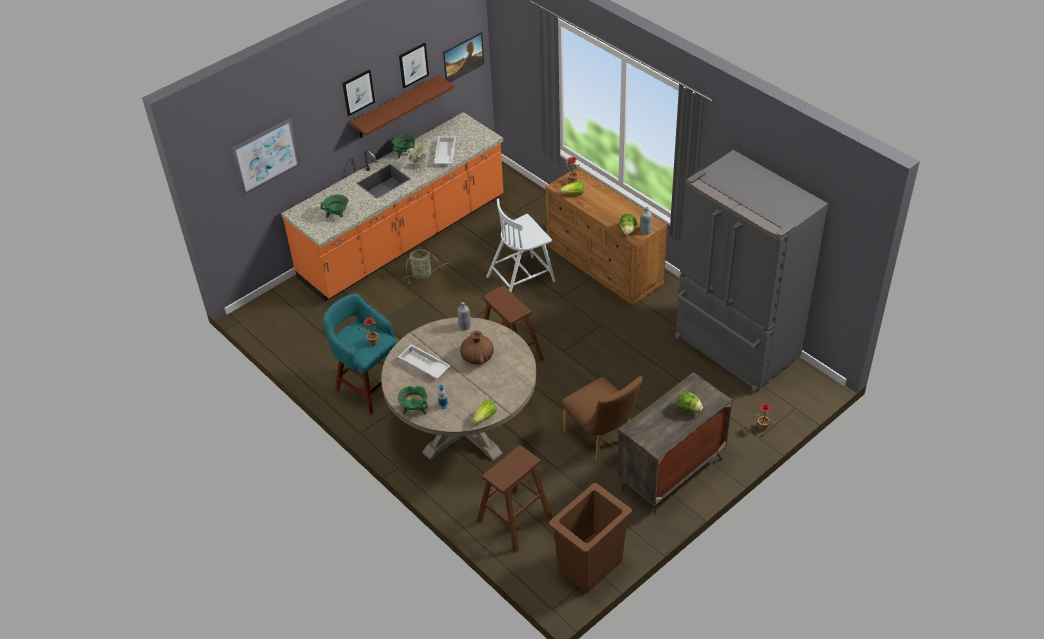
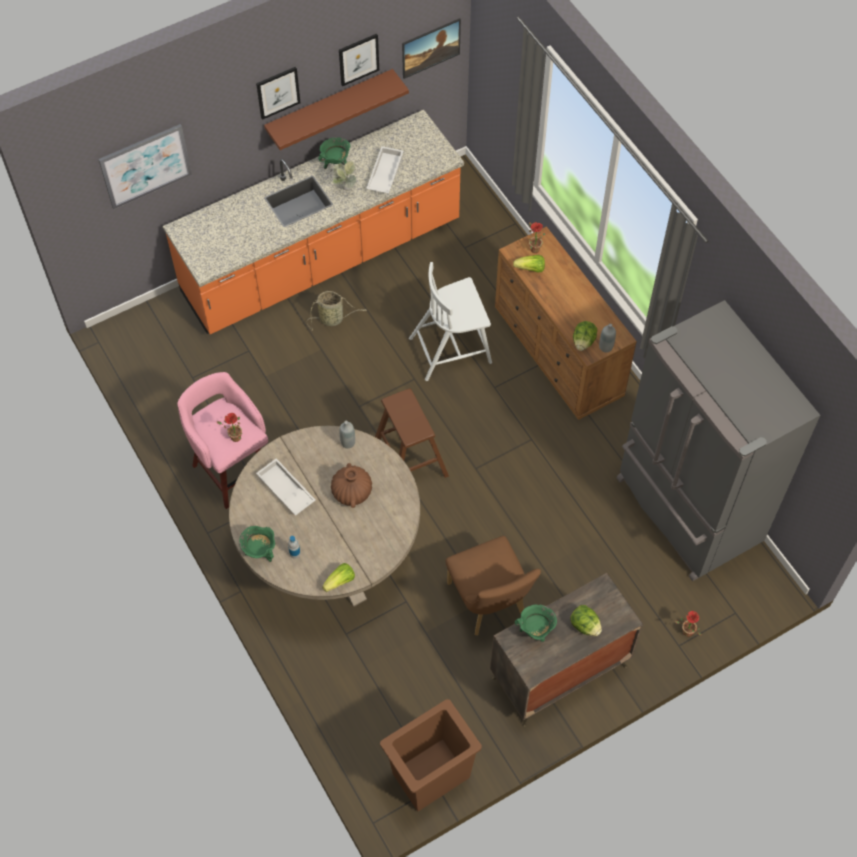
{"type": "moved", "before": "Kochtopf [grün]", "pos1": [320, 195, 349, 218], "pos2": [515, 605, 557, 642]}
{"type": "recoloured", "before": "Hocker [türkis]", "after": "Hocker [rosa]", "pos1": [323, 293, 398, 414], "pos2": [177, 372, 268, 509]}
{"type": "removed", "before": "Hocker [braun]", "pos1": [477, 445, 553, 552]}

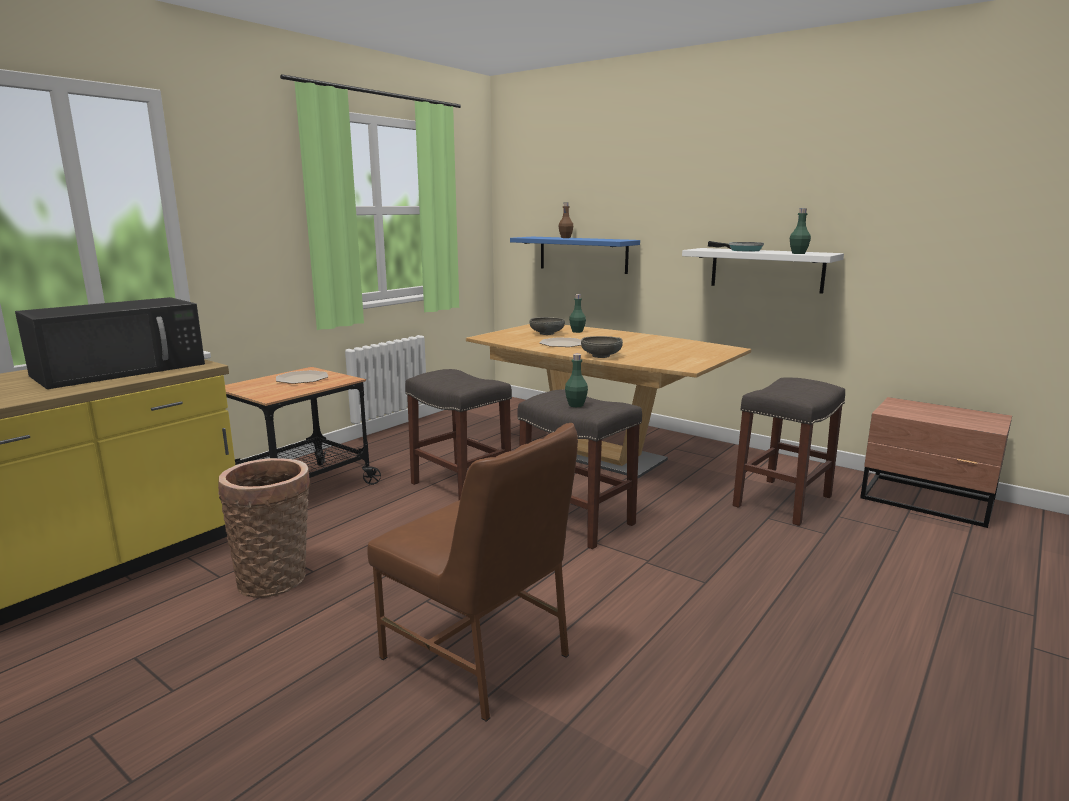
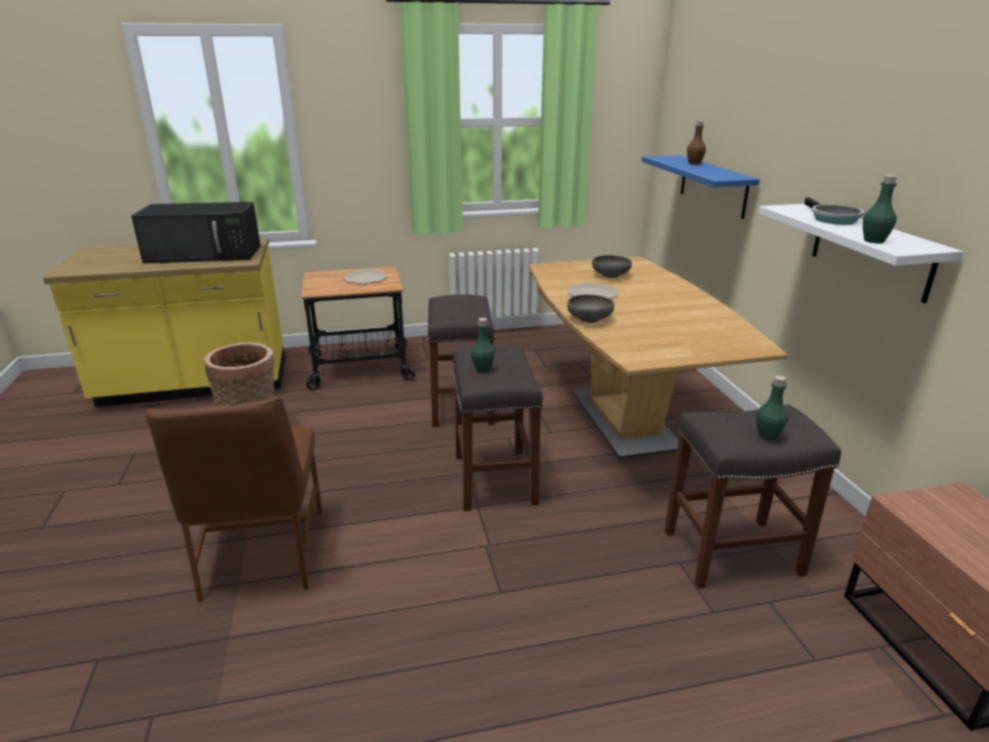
{"type": "moved", "before": "Flasche [grün]", "pos1": [569, 294, 586, 333], "pos2": [756, 376, 788, 441]}

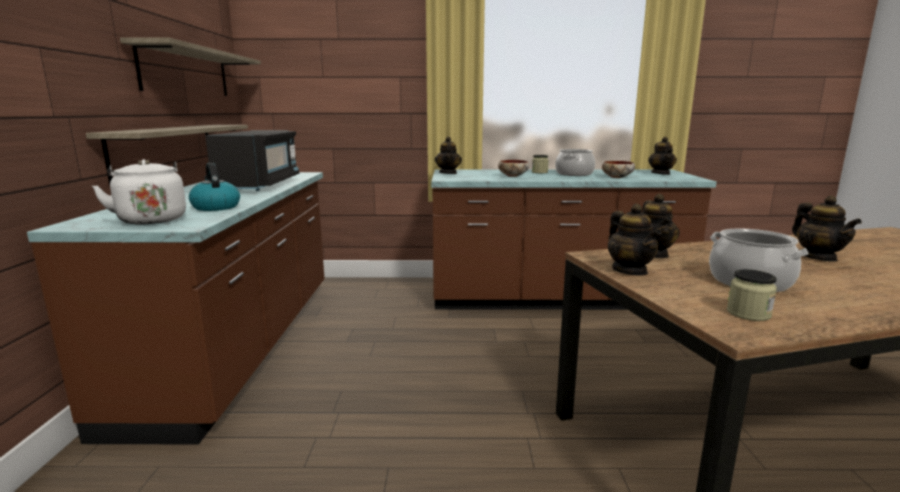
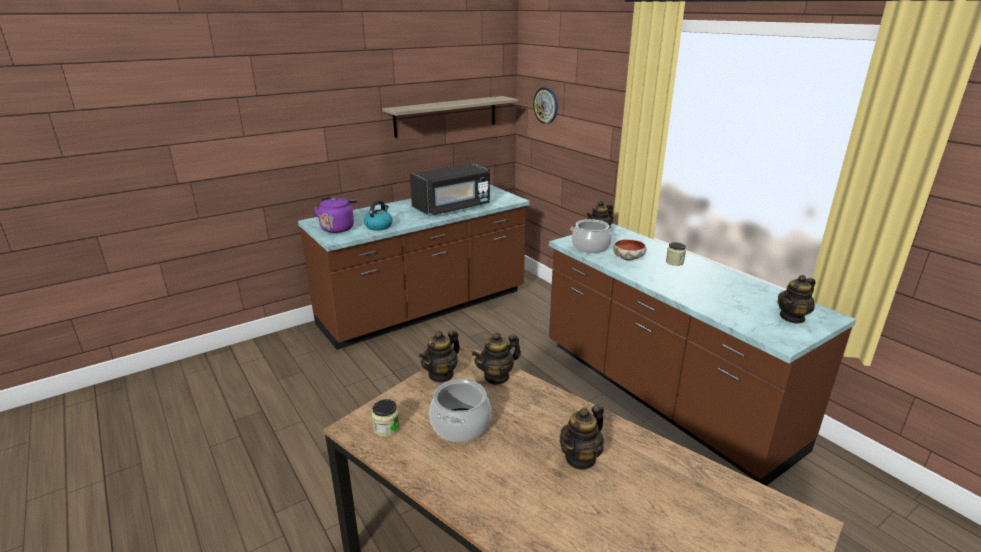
{"type": "removed", "before": "Wandregal", "pos1": [86, 125, 248, 185]}
{"type": "moved", "before": "Kochtopf", "pos1": [555, 149, 595, 176], "pos2": [570, 219, 614, 253]}
{"type": "recoloured", "before": "Wasserkessel [weiß]", "after": "Wasserkessel [lila]", "pos1": [92, 159, 186, 224], "pos2": [314, 197, 358, 233]}
{"type": "removed", "before": "Schüssel", "pos1": [602, 161, 635, 178]}
{"type": "added", "after": "Wanduhr", "pos2": [533, 87, 558, 124]}

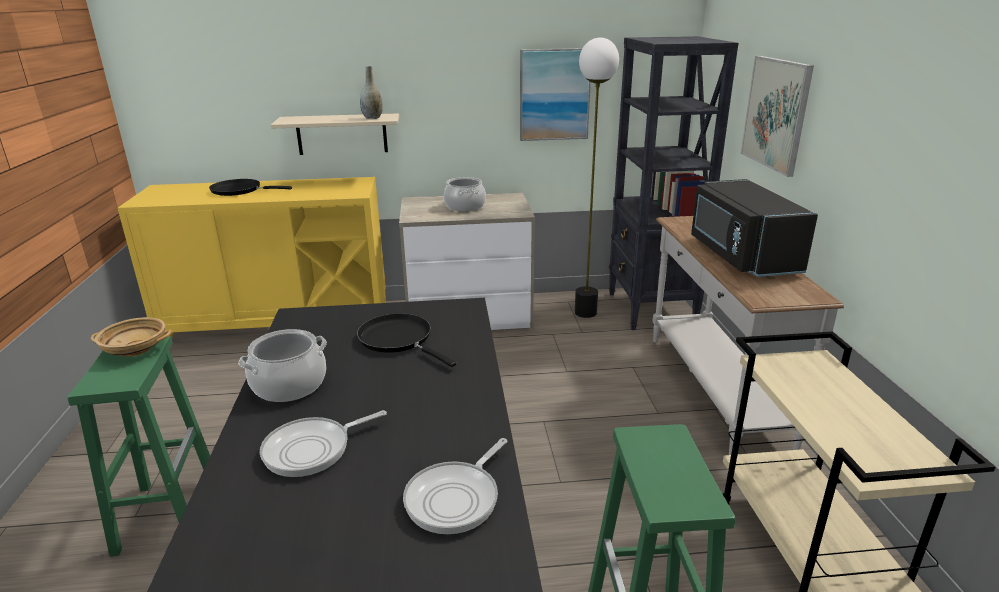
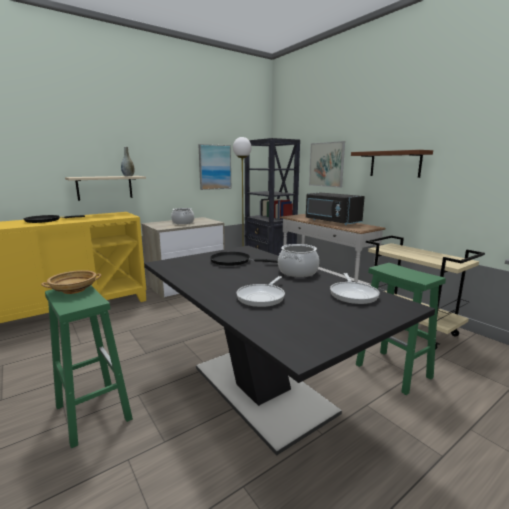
{"type": "moved", "before": "Kochtopf", "pos1": [238, 329, 327, 402], "pos2": [278, 244, 319, 277]}
{"type": "added", "after": "Wandregal [braun]", "pos2": [351, 150, 433, 178]}

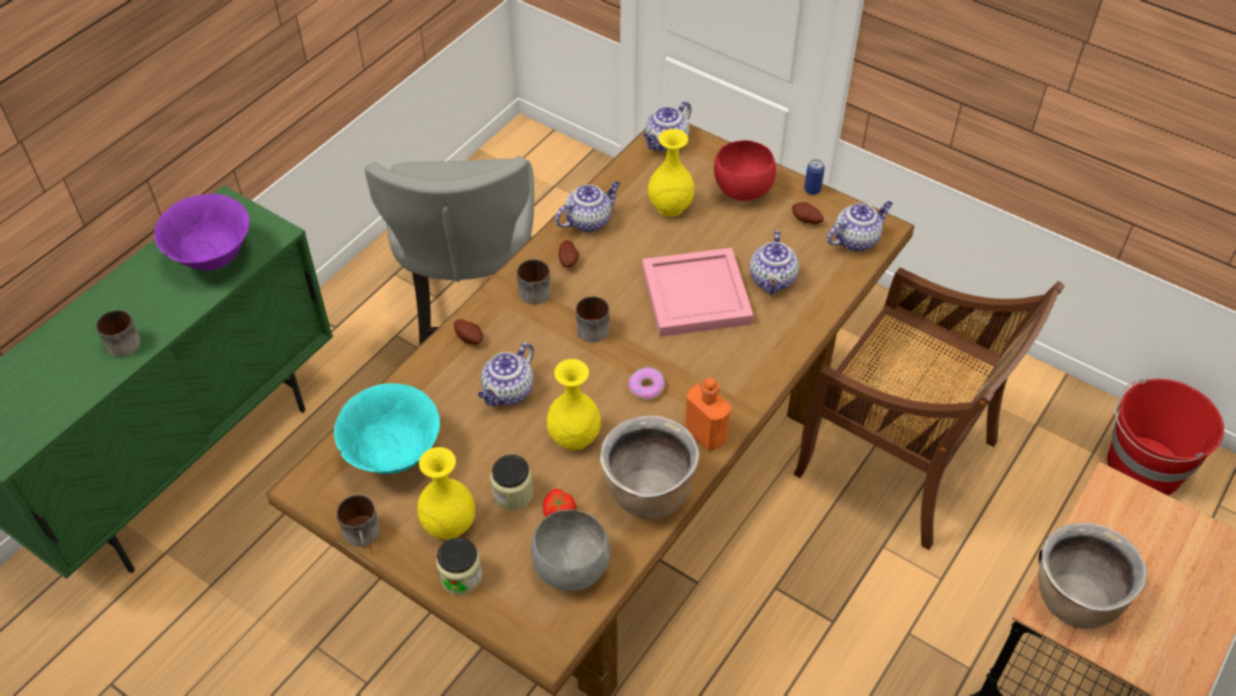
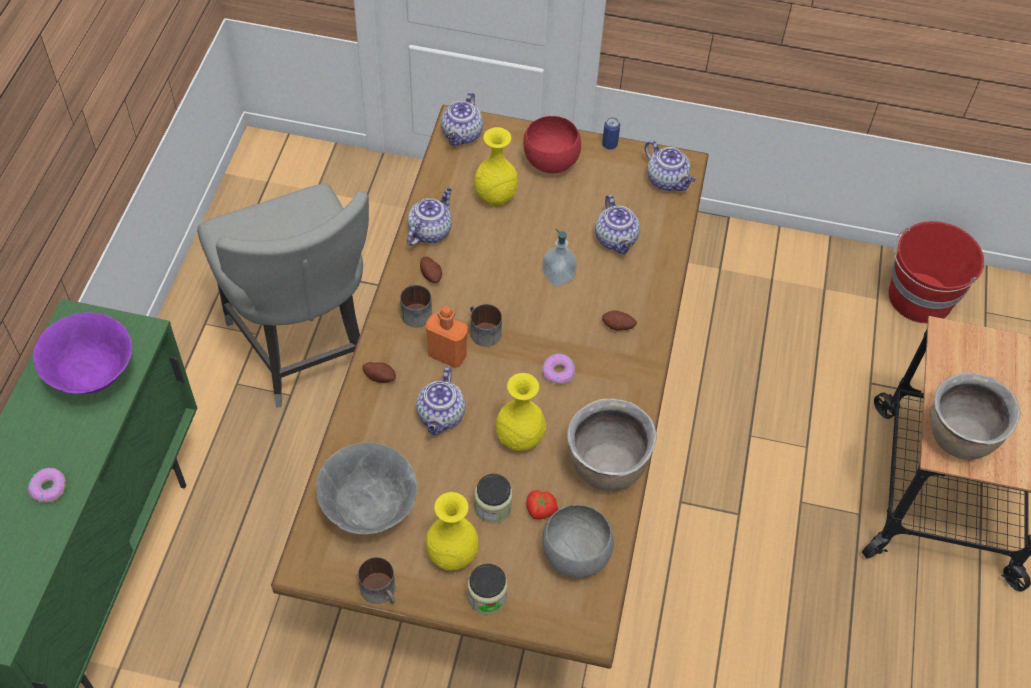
{"type": "turned", "before": "Teekanne", "pos1": [827, 201, 893, 252], "pos2": [645, 140, 696, 191], "turn": 105}
{"type": "moved", "before": "Kartoffel", "pos1": [792, 202, 824, 224], "pos2": [602, 310, 637, 331]}
{"type": "replaced", "before": "Tablett [rosa]", "after": "Seifenspender", "pos1": [642, 248, 754, 337], "pos2": [542, 229, 577, 287]}
{"type": "removed", "before": "Stuhl [braun]", "pos1": [794, 268, 1065, 550]}
{"type": "replaced", "before": "Henkelbecher", "after": "Donut", "pos1": [96, 310, 141, 357], "pos2": [28, 468, 66, 503]}
{"type": "moved", "before": "Flasche [orange]", "pos1": [685, 377, 731, 451], "pos2": [426, 306, 468, 368]}
{"type": "recoloured", "before": "Schüssel [türkis]", "after": "Schüssel [grau]", "pos1": [334, 383, 440, 474], "pos2": [316, 442, 417, 534]}

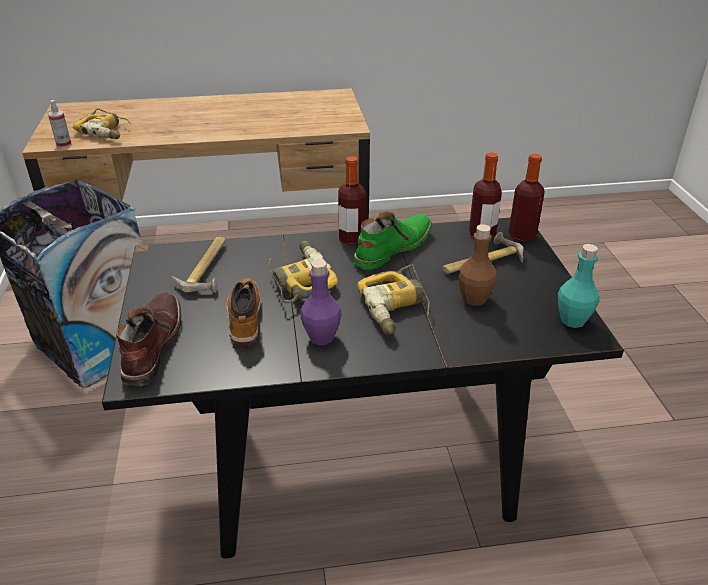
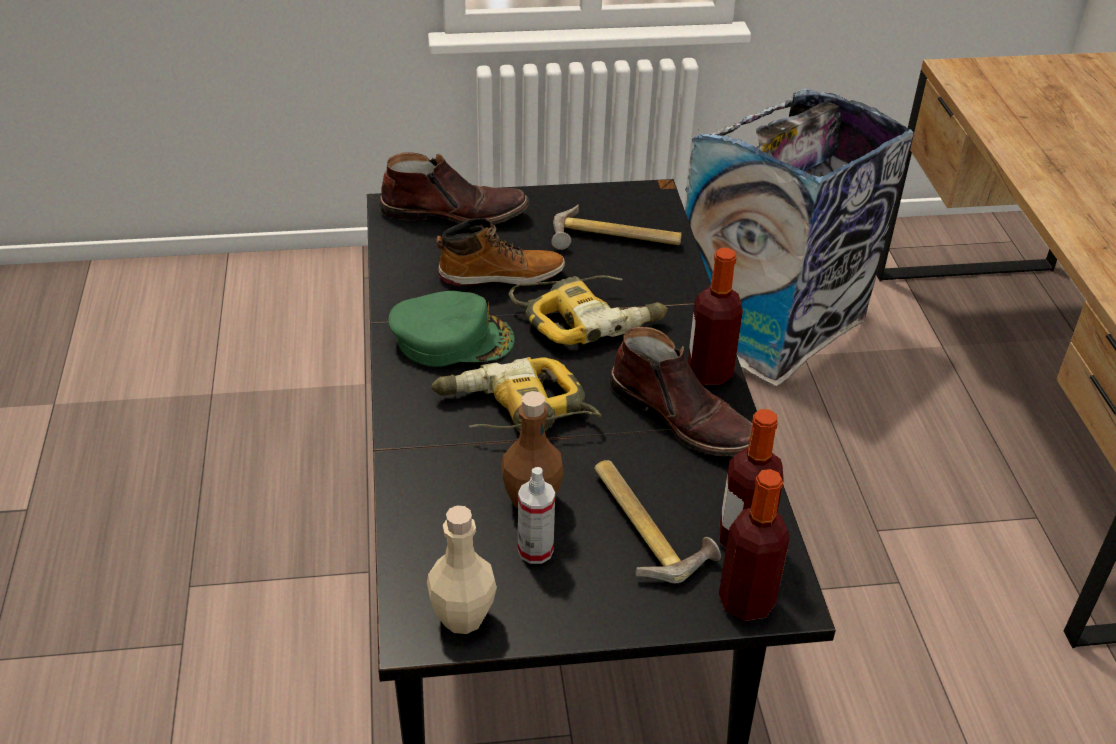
{"type": "moved", "before": "Sprühflasche", "pos1": [48, 100, 71, 148], "pos2": [518, 467, 555, 564]}
{"type": "removed", "before": "Bohrmaschine", "pos1": [73, 108, 131, 139]}
{"type": "recoloured", "before": "Stiefel [grün]", "after": "Stiefel [braun]", "pos1": [353, 211, 432, 270], "pos2": [609, 327, 753, 457]}
{"type": "recoloured", "before": "Flasche [türkis]", "after": "Flasche [beige]", "pos1": [558, 244, 599, 328], "pos2": [427, 506, 497, 634]}
{"type": "replaced", "before": "Flasche [lila]", "after": "Kappe [grün]", "pos1": [300, 259, 342, 345], "pos2": [389, 291, 515, 367]}

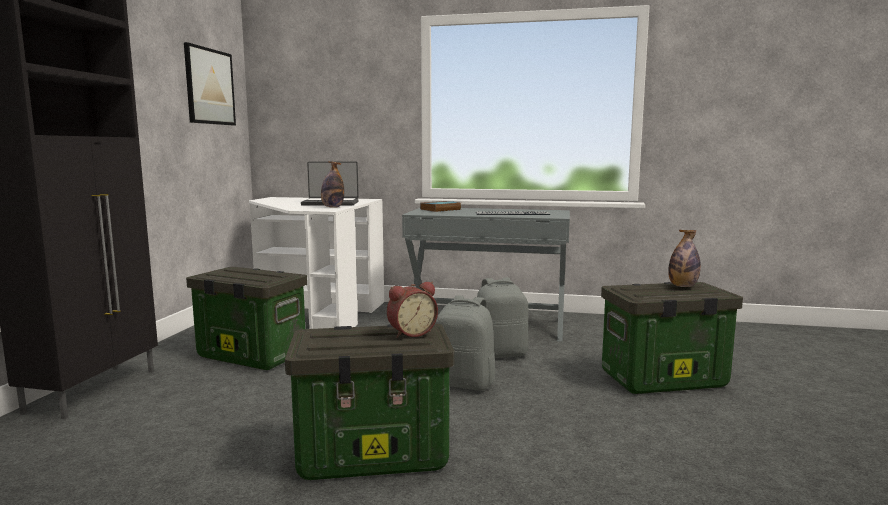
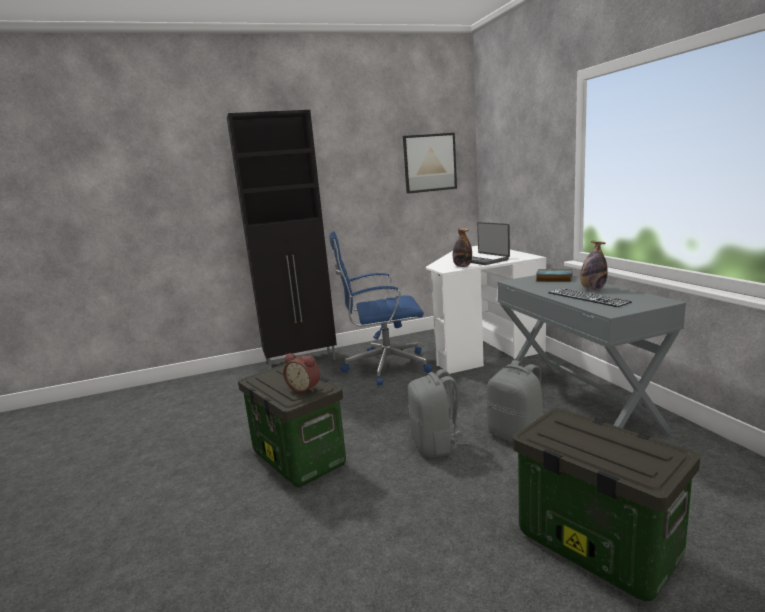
{"type": "moved", "before": "Flasche", "pos1": [668, 230, 701, 287], "pos2": [580, 241, 608, 290]}
{"type": "replaced", "before": "Aufbewahrungsbox", "after": "Bürostuhl [blau]", "pos1": [186, 267, 307, 370], "pos2": [329, 231, 432, 386]}

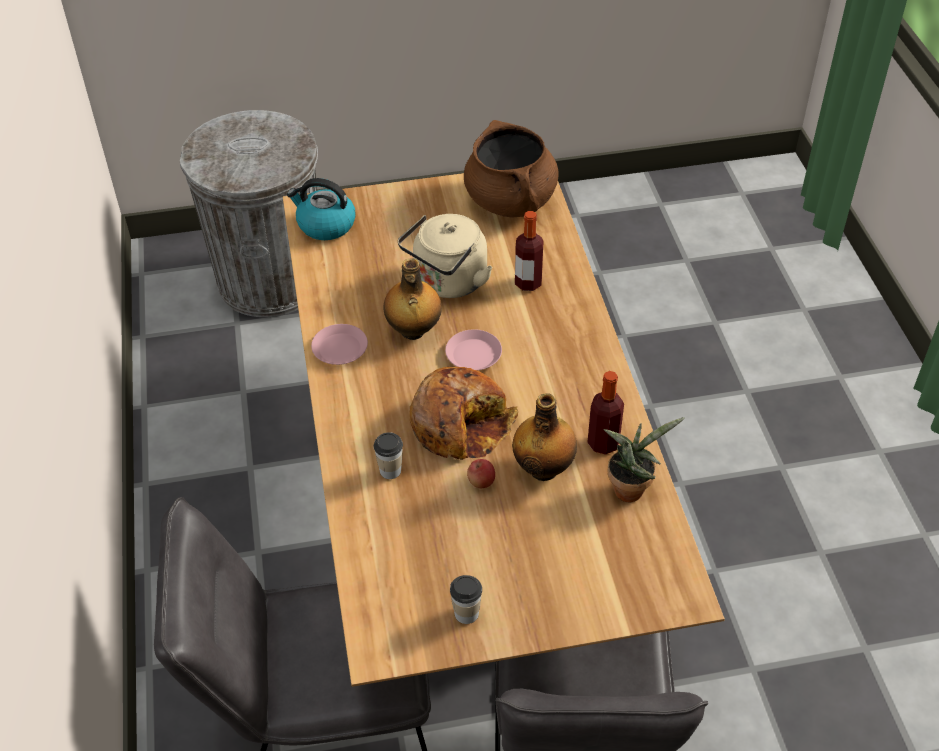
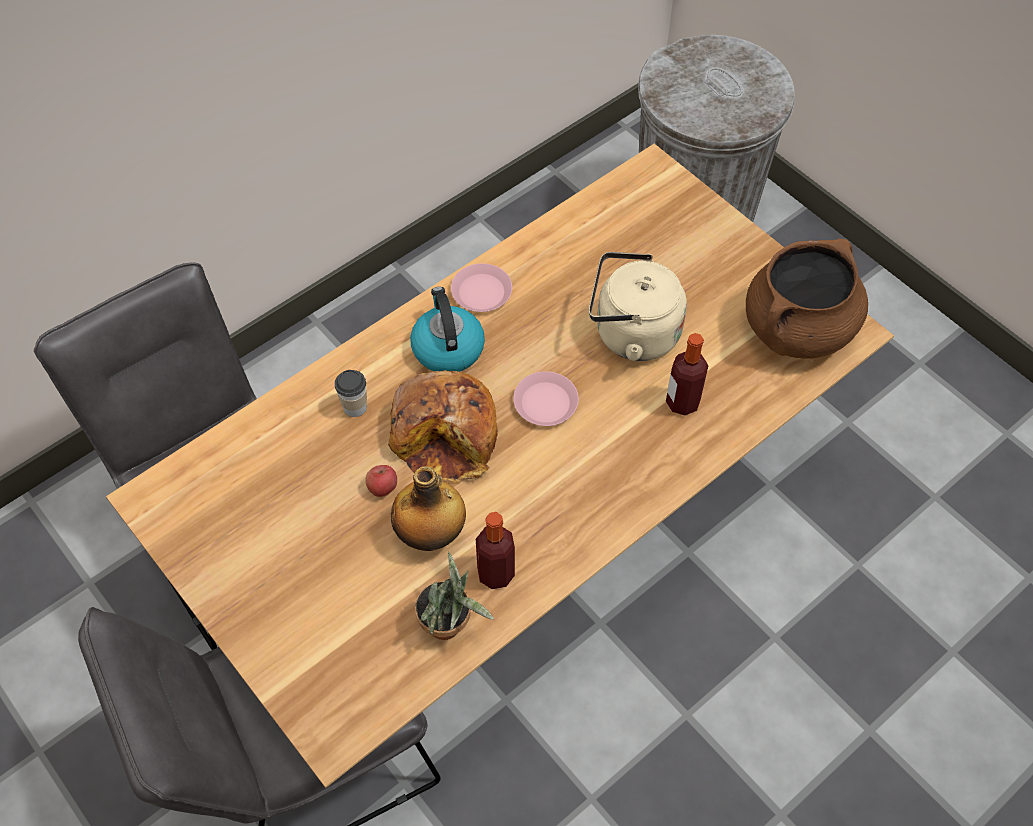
{"type": "moved", "before": "Wasserkessel", "pos1": [287, 178, 356, 240], "pos2": [410, 287, 485, 372]}
{"type": "removed", "before": "Flasche", "pos1": [383, 258, 442, 340]}
{"type": "removed", "before": "Tasse", "pos1": [450, 575, 482, 624]}

